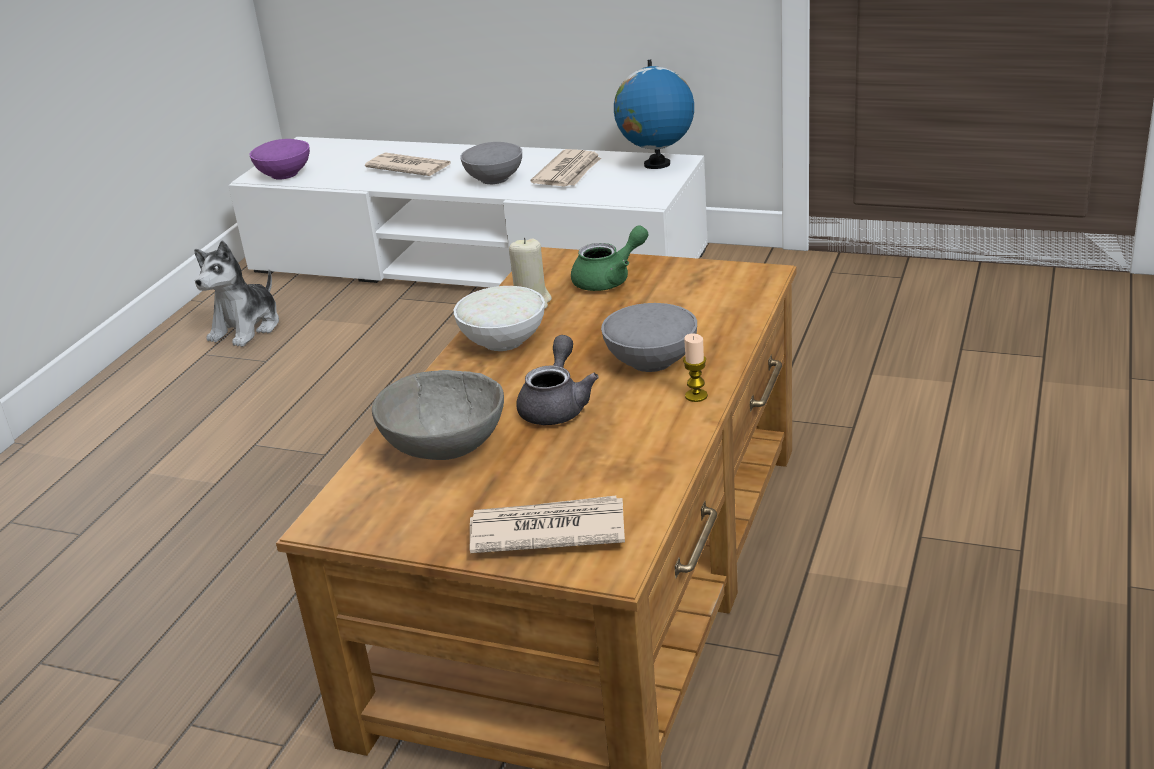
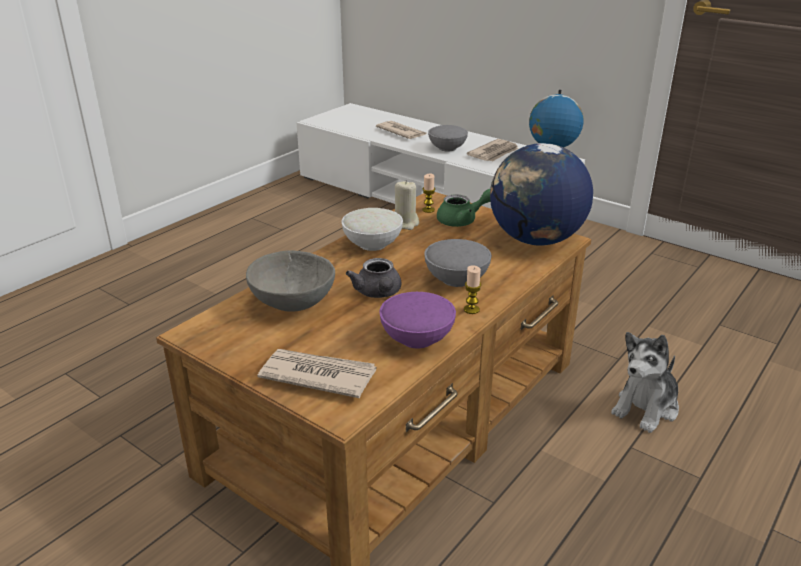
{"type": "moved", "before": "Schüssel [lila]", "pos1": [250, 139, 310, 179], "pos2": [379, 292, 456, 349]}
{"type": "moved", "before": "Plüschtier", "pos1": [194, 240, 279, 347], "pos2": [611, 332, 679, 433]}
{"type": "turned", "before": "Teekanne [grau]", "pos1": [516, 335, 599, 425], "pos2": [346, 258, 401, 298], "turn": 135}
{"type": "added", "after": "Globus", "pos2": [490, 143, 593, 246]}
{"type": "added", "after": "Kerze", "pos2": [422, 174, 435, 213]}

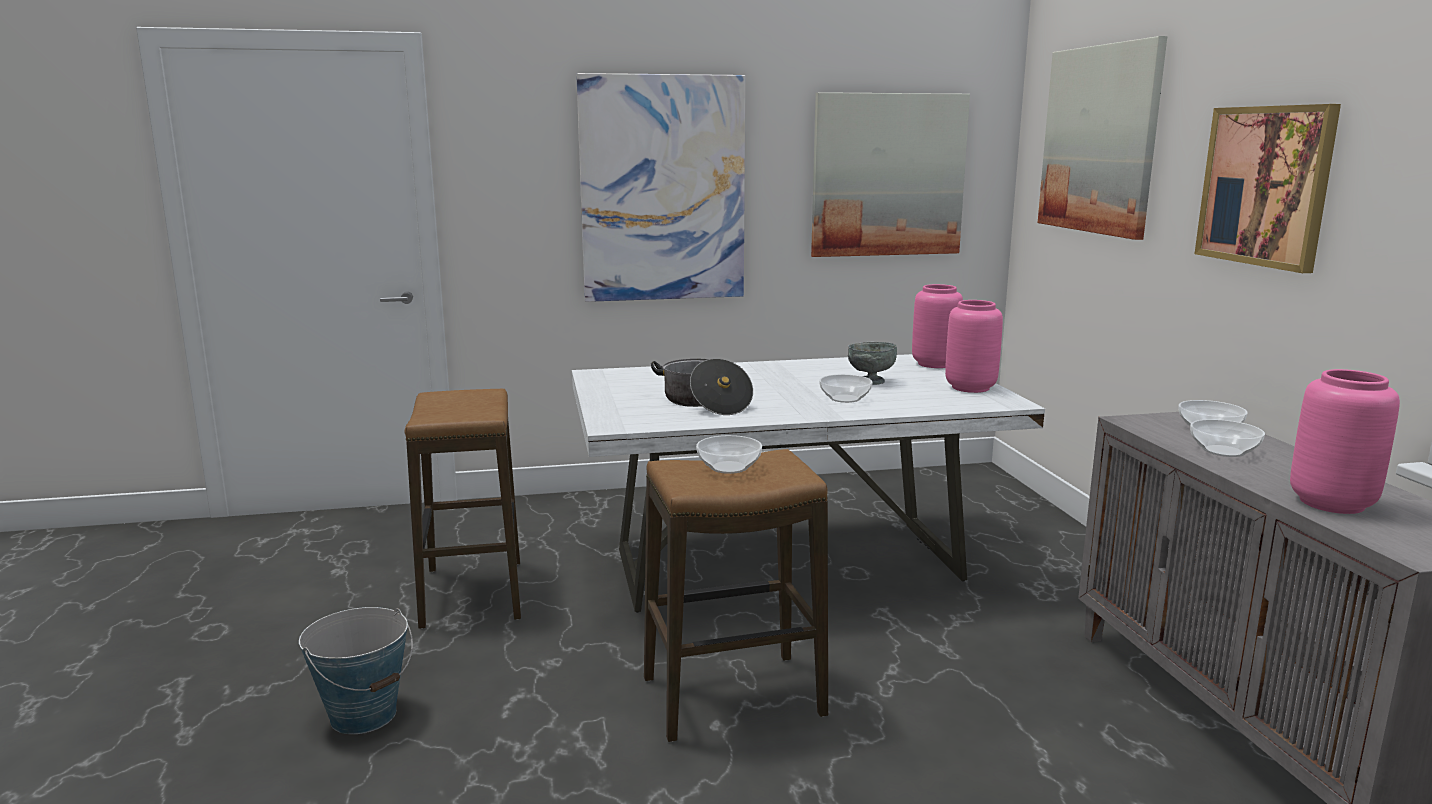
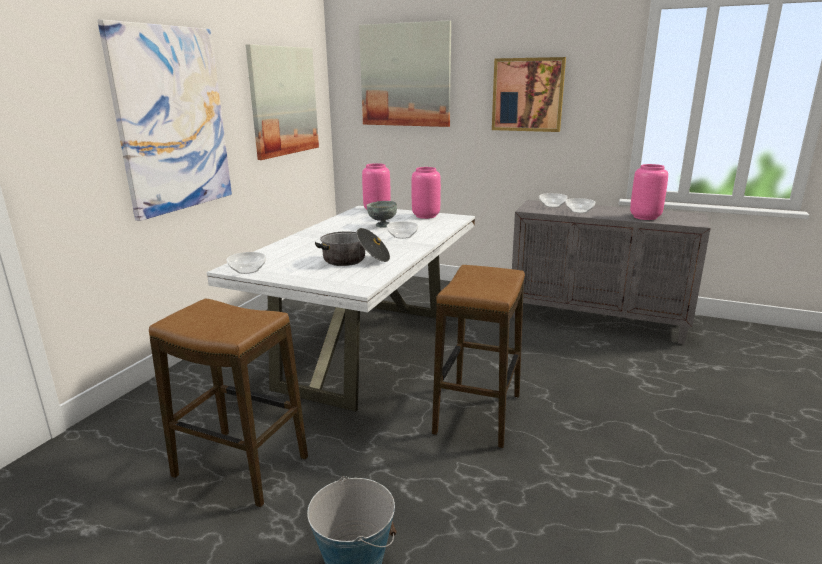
{"type": "moved", "before": "Schüssel", "pos1": [696, 435, 762, 474], "pos2": [227, 252, 266, 274]}

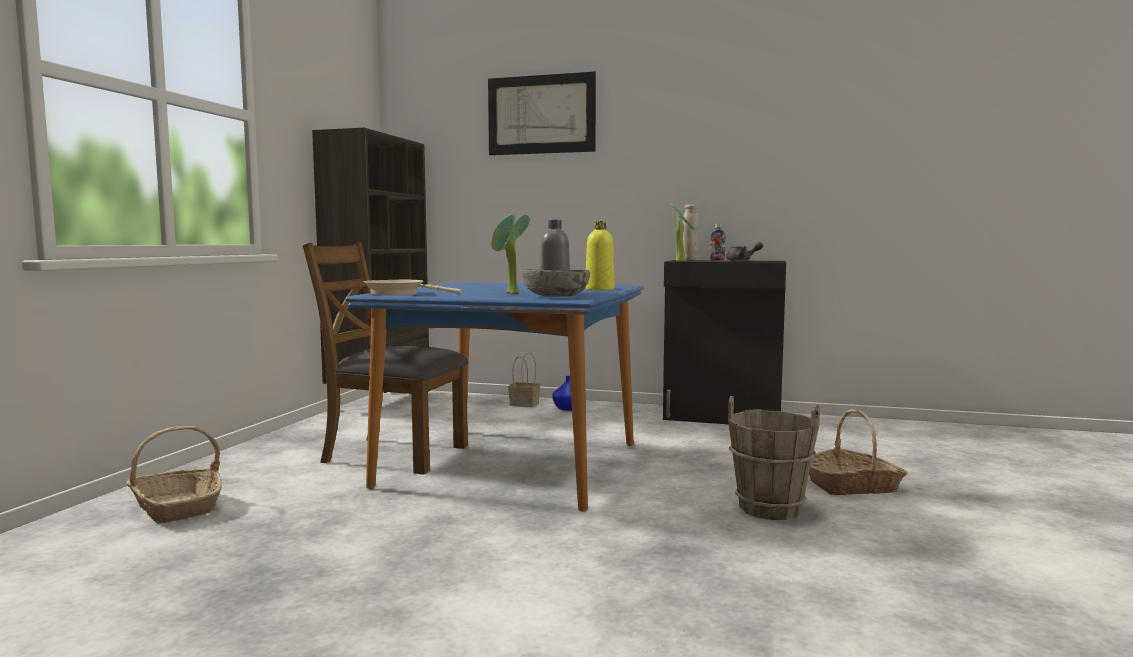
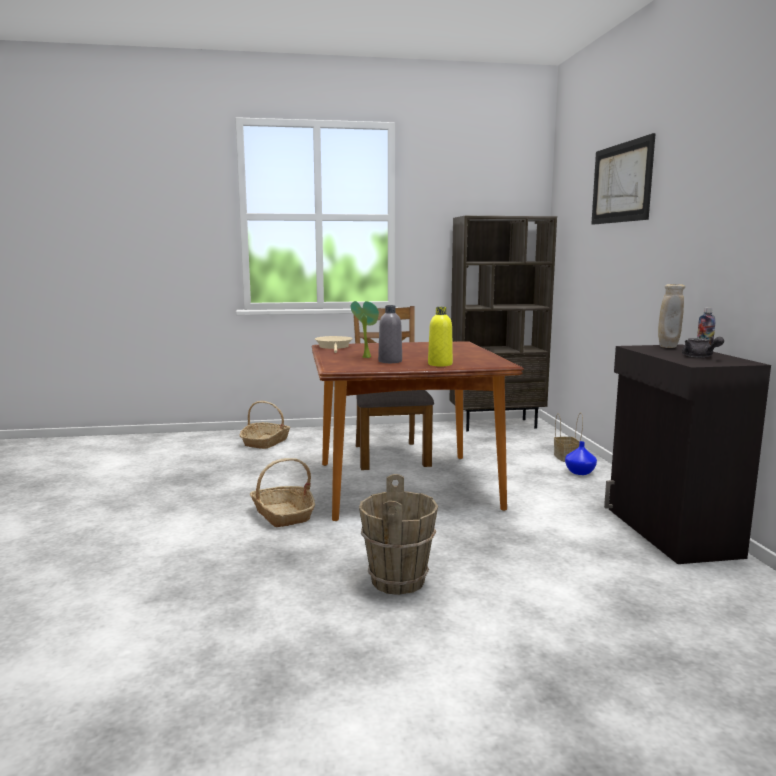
{"type": "removed", "before": "Topfpflanze", "pos1": [671, 203, 695, 261]}
{"type": "removed", "before": "Schüssel [grau]", "pos1": [521, 269, 590, 297]}
{"type": "recoloured", "before": "Esstisch [blau]", "after": "Esstisch [braun]", "pos1": [345, 282, 644, 512], "pos2": [312, 341, 524, 521]}
{"type": "moved", "before": "Korb", "pos1": [809, 409, 908, 495], "pos2": [250, 458, 315, 527]}

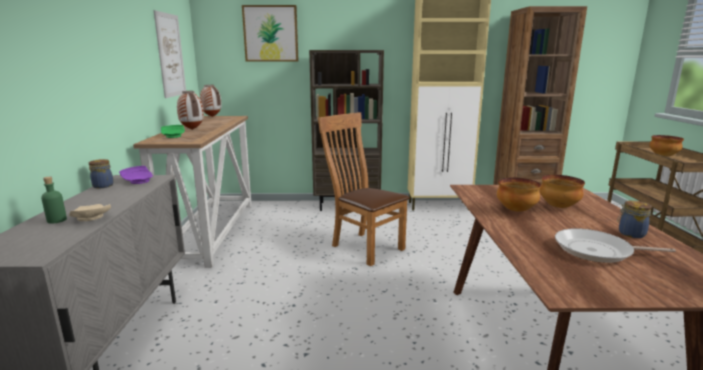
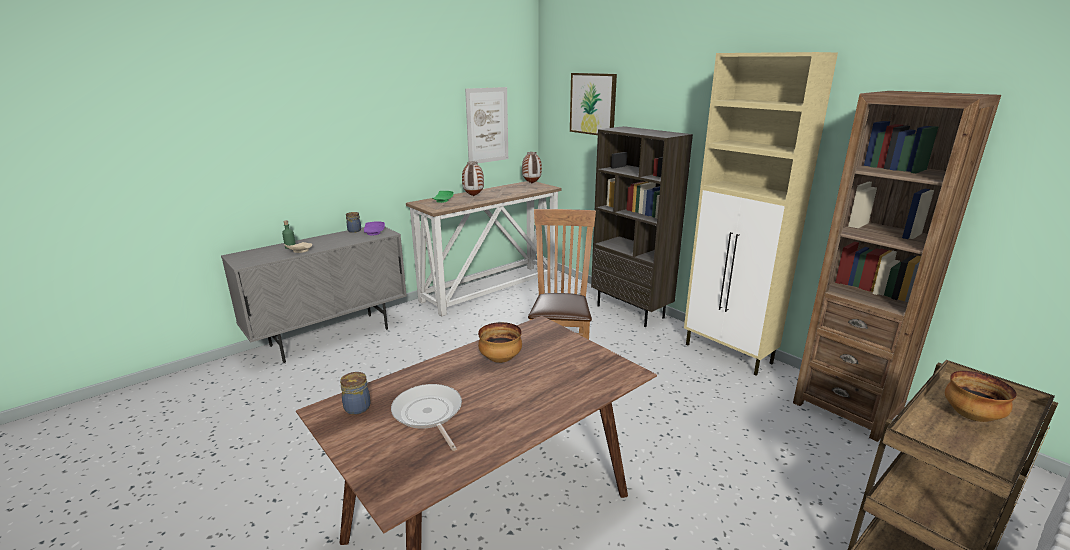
{"type": "removed", "before": "Schüssel", "pos1": [540, 175, 585, 208]}
{"type": "moved", "before": "Vorratsglas", "pos1": [617, 200, 652, 238], "pos2": [340, 372, 371, 415]}

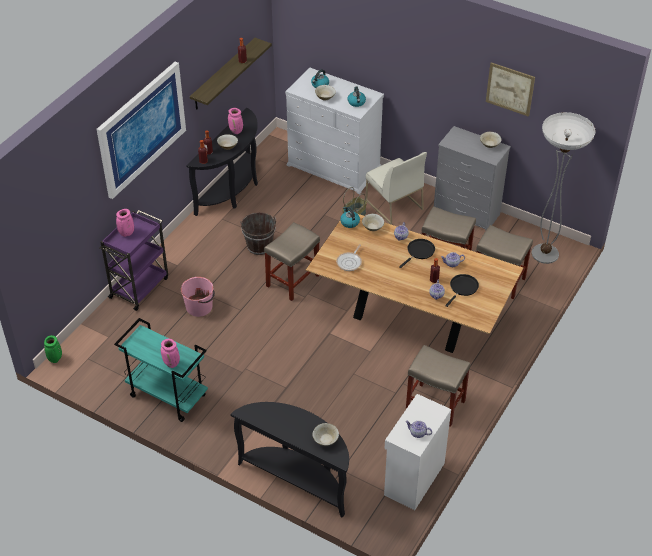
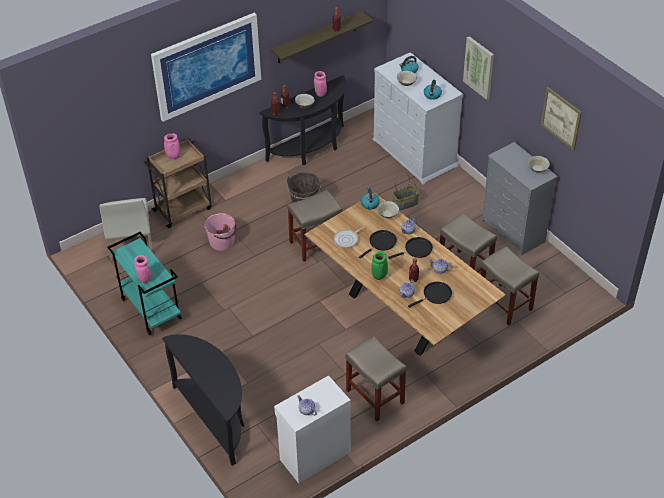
{"type": "removed", "before": "Stehlampe", "pos1": [532, 112, 595, 264]}
{"type": "moved", "before": "Stuhl [weiß]", "pos1": [366, 152, 427, 225], "pos2": [99, 198, 153, 261]}
{"type": "recoloured", "before": "Rollwagen [lila]", "after": "Rollwagen [braun]", "pos1": [99, 210, 168, 311], "pos2": [143, 139, 212, 228]}
{"type": "moved", "before": "Vase [grün]", "pos1": [44, 335, 62, 363], "pos2": [371, 252, 388, 280]}
{"type": "removed", "before": "Schüssel [beige]", "pos1": [313, 423, 339, 446]}
{"type": "added", "after": "Bild", "pos2": [463, 36, 494, 100]}
{"type": "added", "after": "Pfanne [schwarz]", "pos2": [359, 230, 397, 259]}

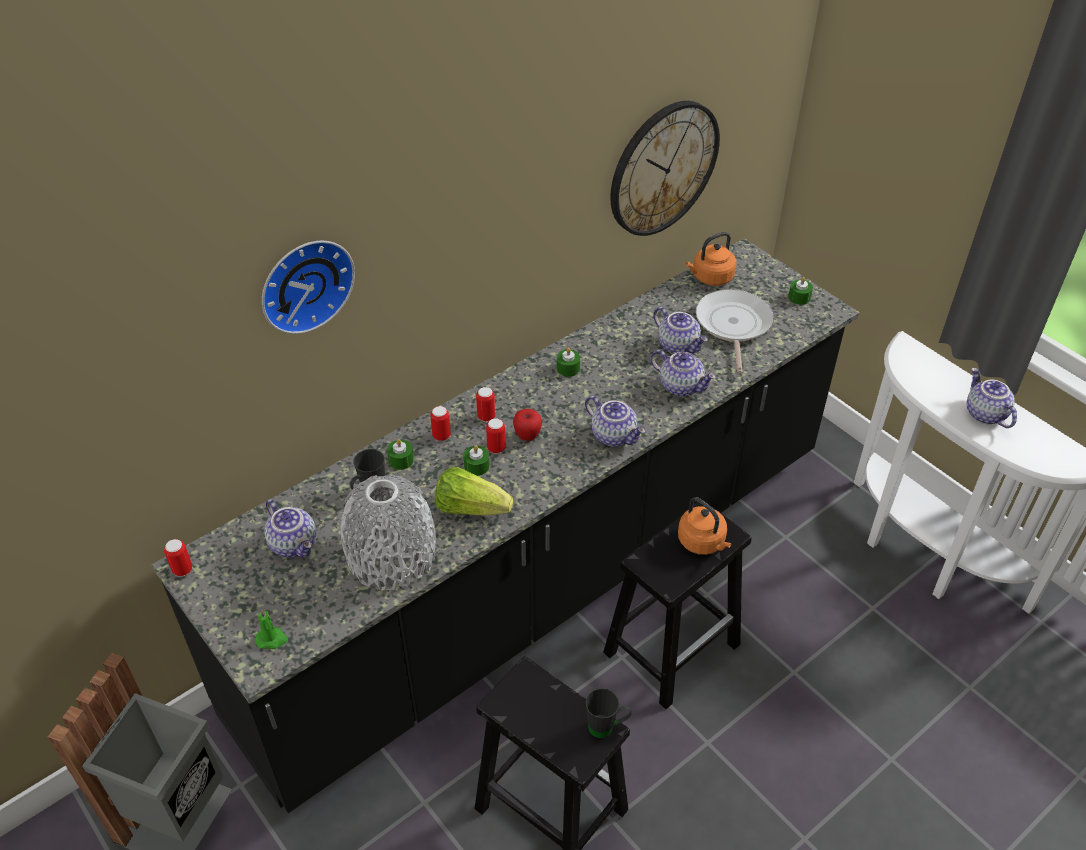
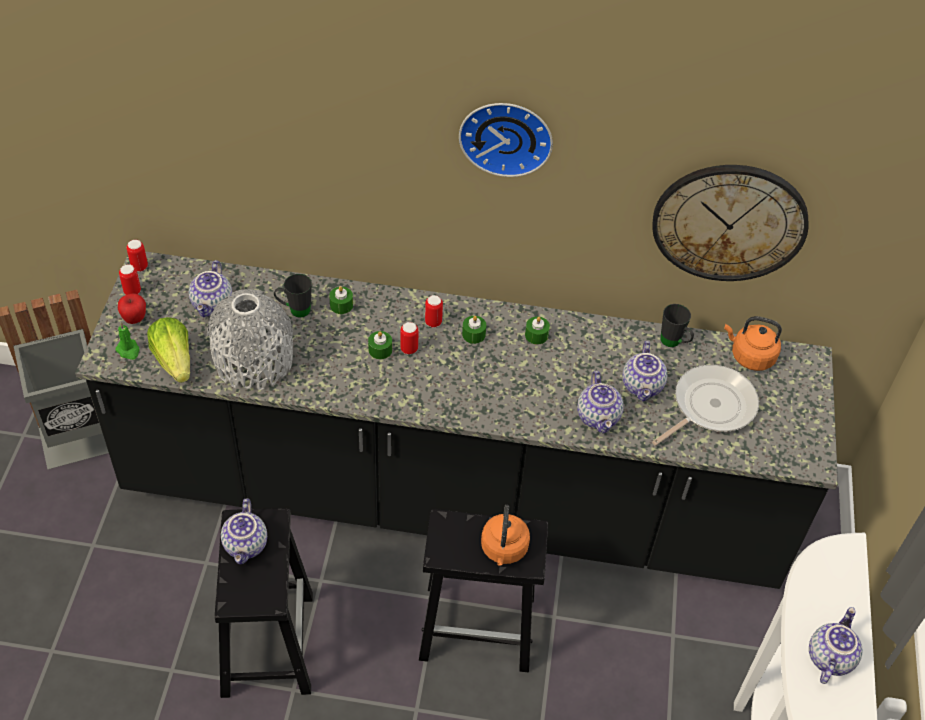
{"type": "moved", "before": "Wanduhr", "pos1": [262, 240, 355, 334], "pos2": [459, 103, 553, 177]}
{"type": "moved", "before": "Kerze [grün]", "pos1": [788, 277, 813, 305], "pos2": [462, 316, 486, 344]}
{"type": "moved", "before": "Teekanne", "pos1": [585, 396, 646, 447], "pos2": [221, 498, 267, 565]}
{"type": "moved", "before": "Dose", "pos1": [430, 406, 451, 441], "pos2": [119, 264, 141, 295]}
{"type": "moved", "before": "Apfel", "pos1": [513, 409, 542, 441], "pos2": [118, 293, 146, 324]}
{"type": "moved", "before": "Salatkopf", "pos1": [435, 467, 513, 516], "pos2": [147, 317, 190, 383]}
{"type": "moved", "before": "Henkelbecher [schwarz]", "pos1": [586, 688, 632, 738], "pos2": [660, 304, 694, 347]}

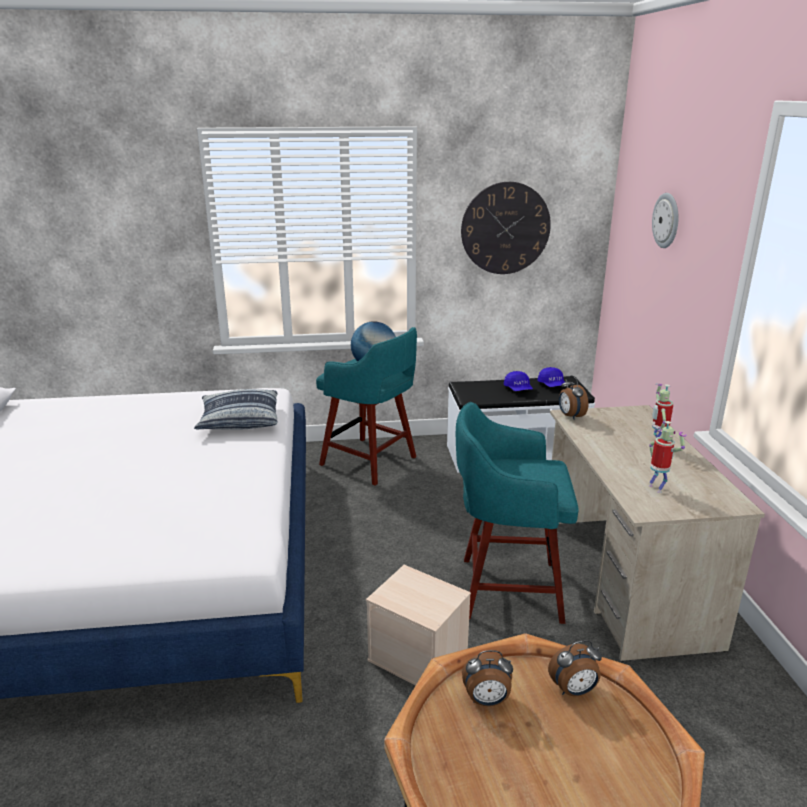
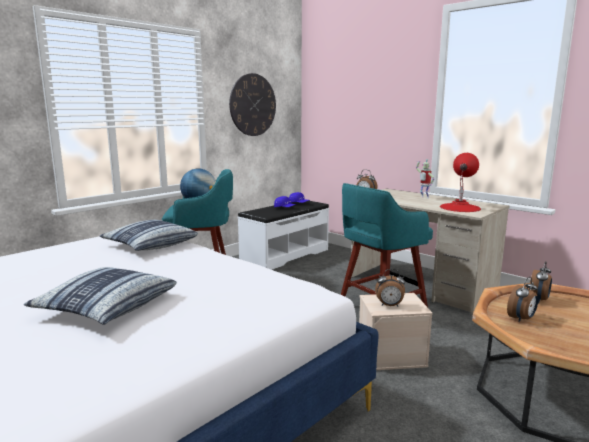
{"type": "removed", "before": "Wanduhr", "pos1": [652, 193, 678, 248]}
{"type": "replaced", "before": "Spielzeugroboter", "after": "Tischlampe [rot]", "pos1": [648, 421, 687, 493], "pos2": [440, 153, 481, 212]}
{"type": "added", "after": "Kissen", "pos2": [24, 267, 177, 325]}
{"type": "added", "after": "Wecker", "pos2": [375, 269, 405, 307]}

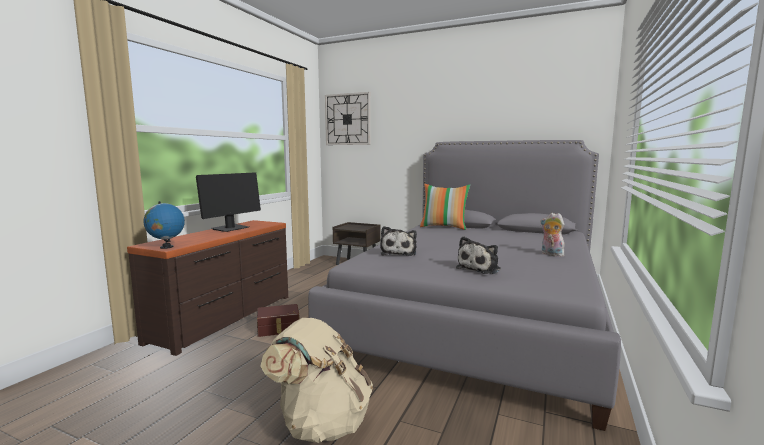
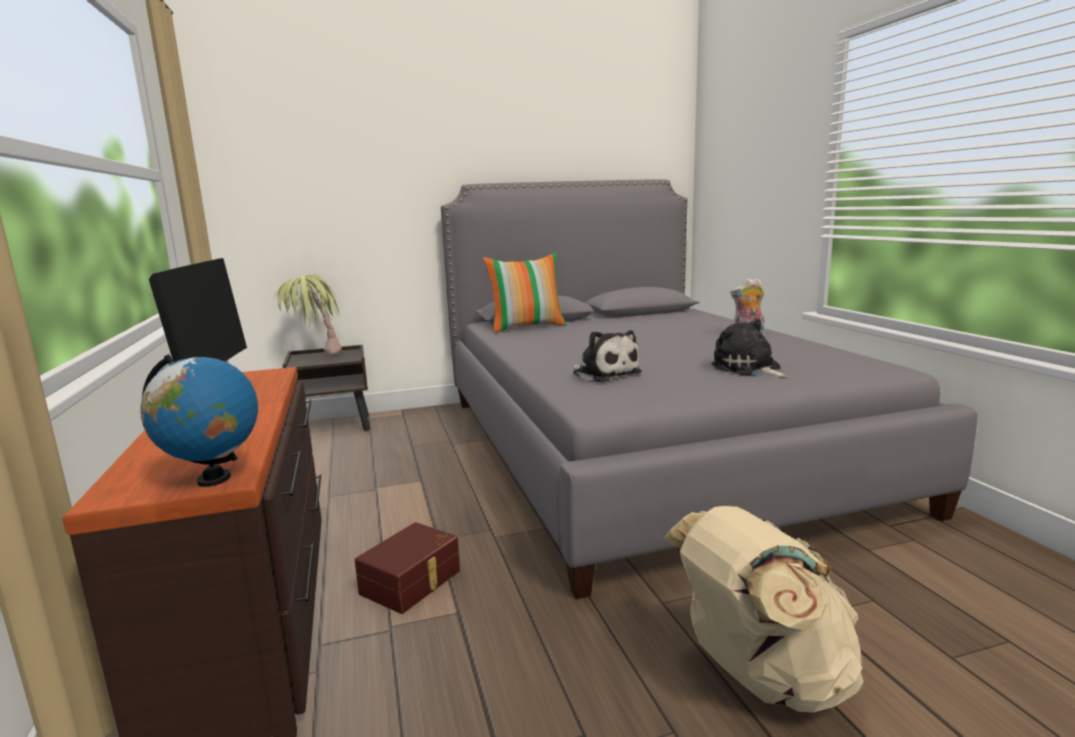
{"type": "removed", "before": "Wanduhr", "pos1": [325, 92, 370, 145]}
{"type": "turned", "before": "Plüschtier", "pos1": [456, 236, 501, 274], "pos2": [711, 318, 789, 377], "turn": 150}
{"type": "added", "after": "Topfpflanze", "pos2": [273, 274, 342, 355]}

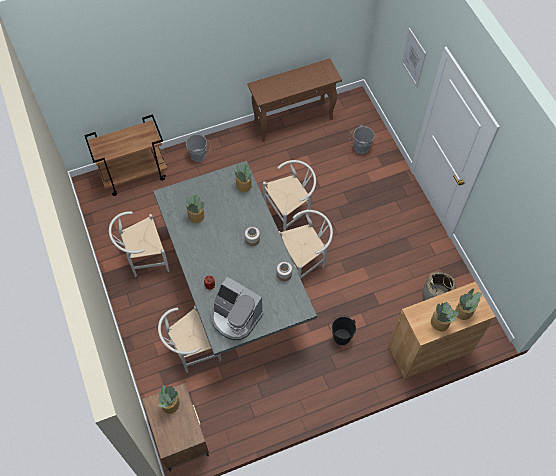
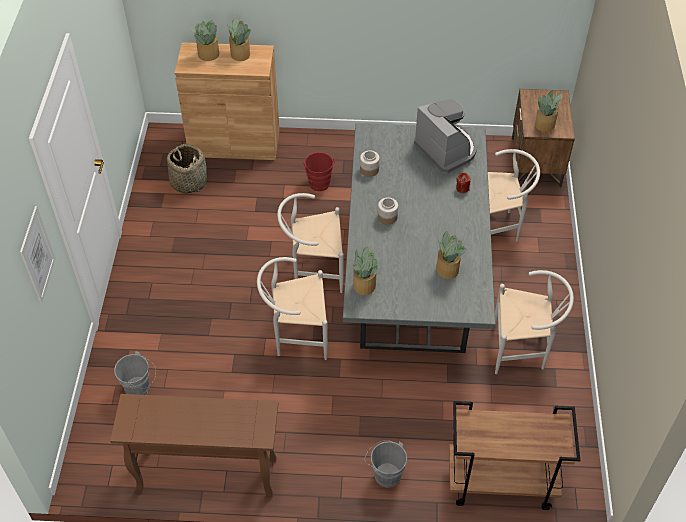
{"type": "recoloured", "before": "Eimer [schwarz]", "after": "Eimer [rot]", "pos1": [329, 315, 356, 345], "pos2": [303, 152, 335, 191]}

